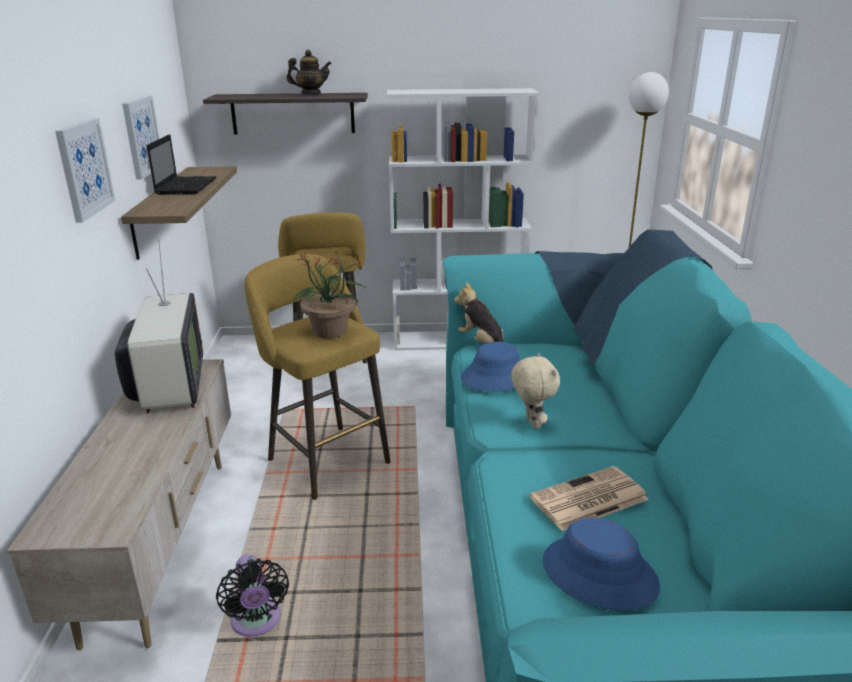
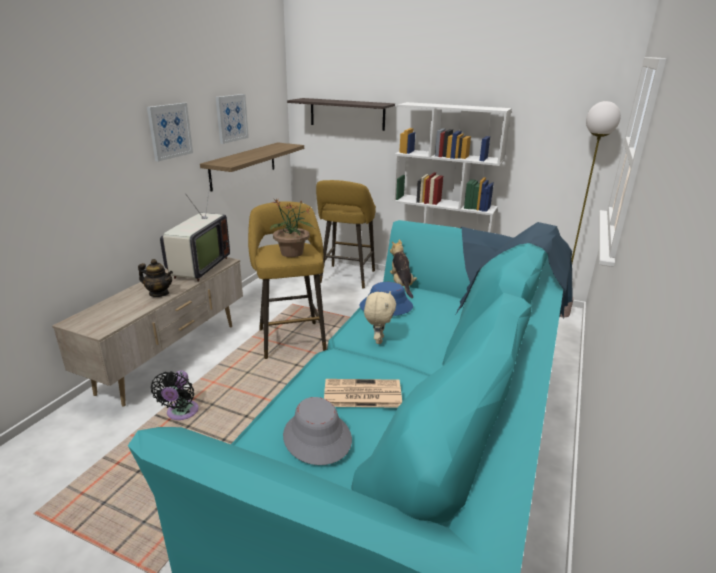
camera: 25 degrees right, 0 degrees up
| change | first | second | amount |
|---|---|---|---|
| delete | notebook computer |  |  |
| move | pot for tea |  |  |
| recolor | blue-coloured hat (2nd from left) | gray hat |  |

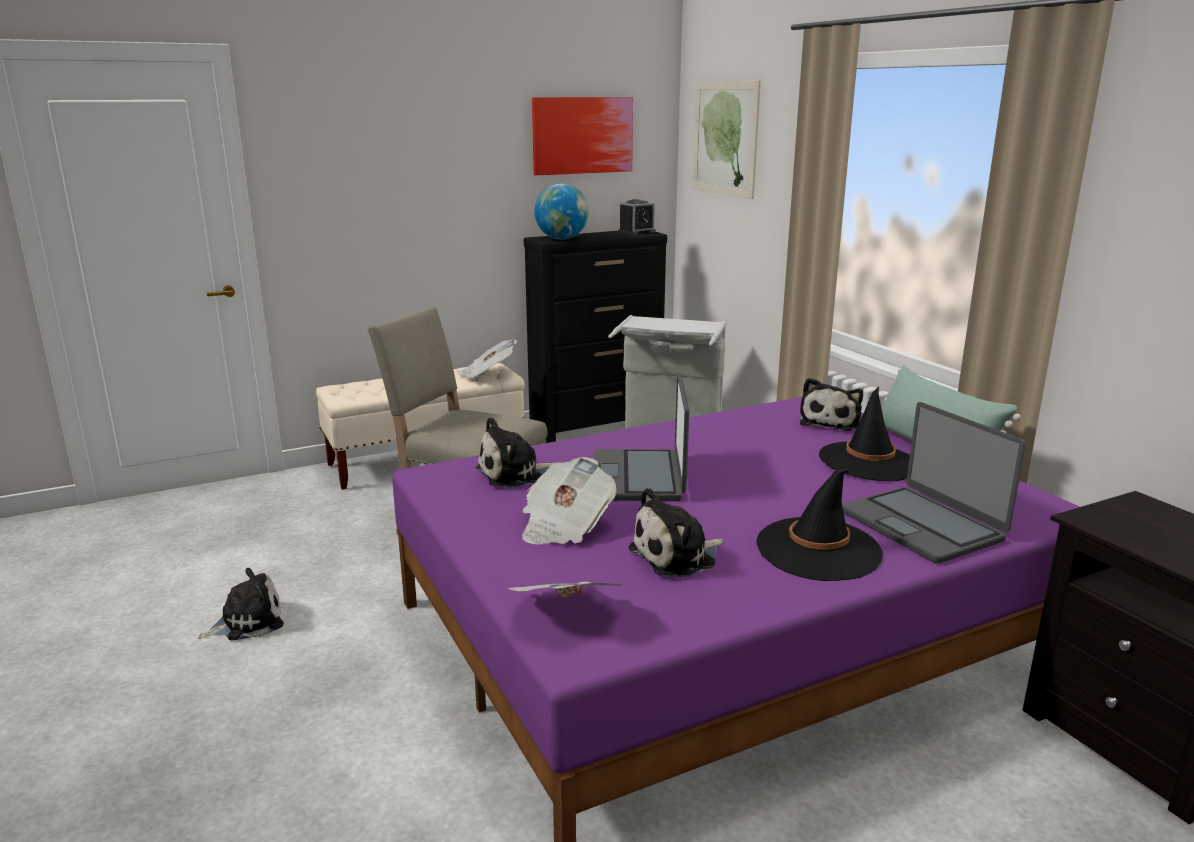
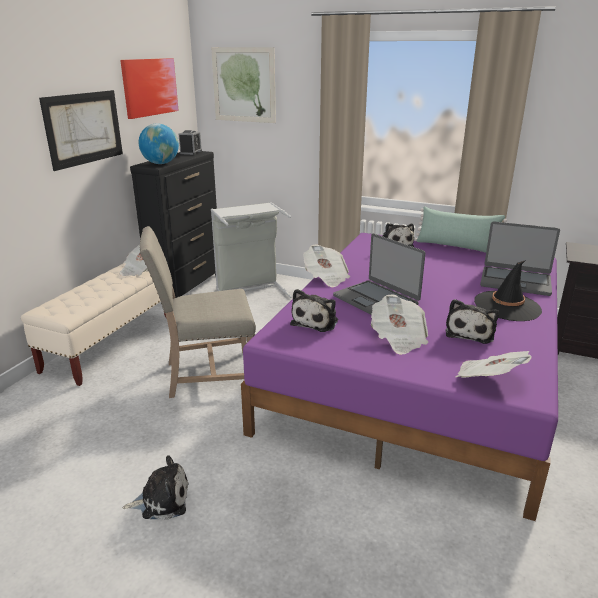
camera: 40 degrees left, 5 degrees up
| change | first | second | amount |
|---|---|---|---|
| delete | black-coloured hat (2nd from left) |  |  |
| insert |  | wall picture (1st from left) |  |
| insert |  | newspaper (2nd from left) |  |
| rotate | cuddly toy (1st from left) |  | 60 degrees clockwise |

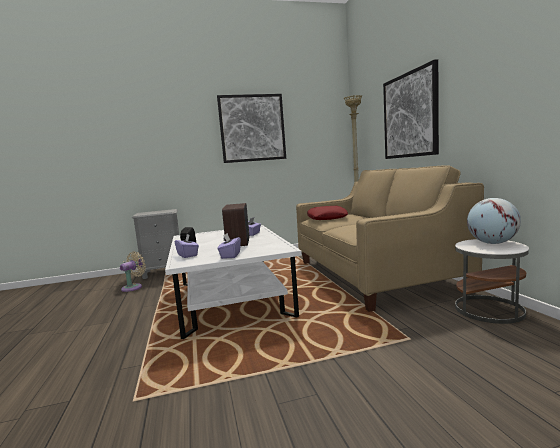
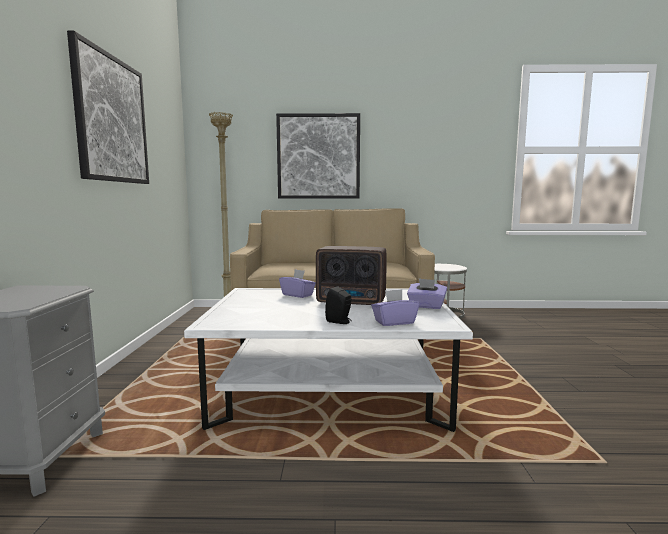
camera: 75 degrees left, 0 degrees up
| change | first | second | amount |
|---|---|---|---|
| delete | beige electric fan |  |  |
| delete | red-coloured pillow |  |  |
| delete | world globe |  |  |

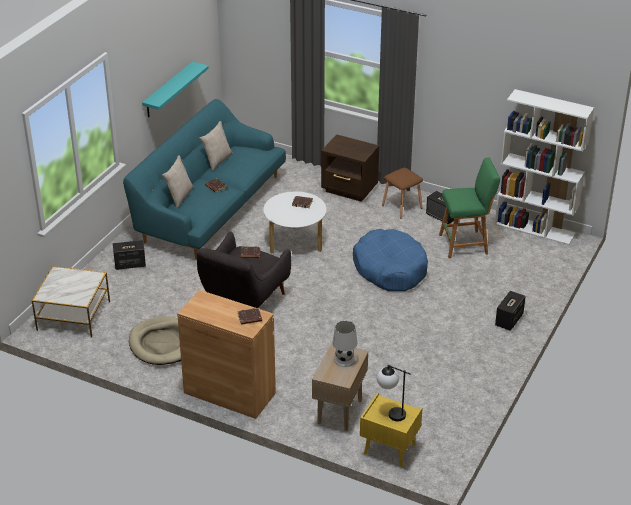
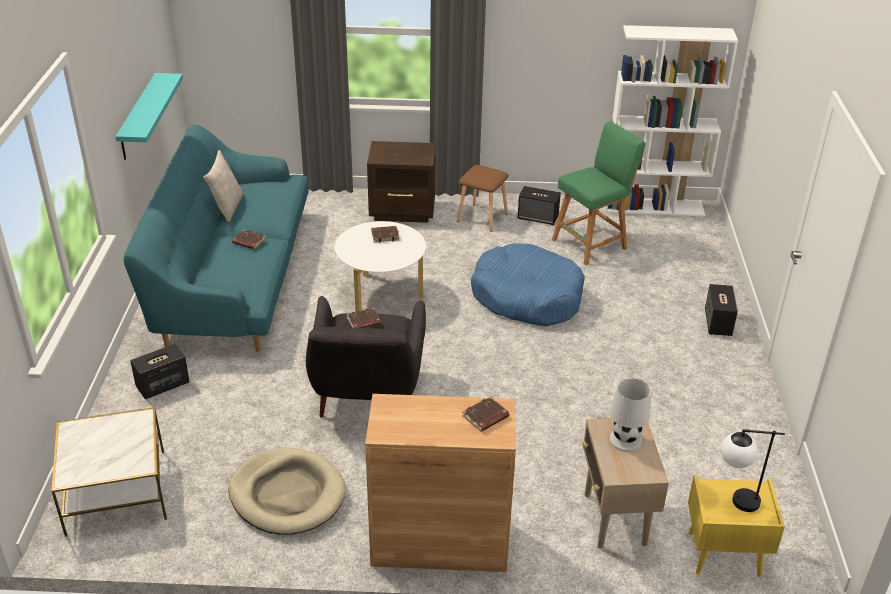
camera: 25 degrees left, 0 degrees up
| change | first | second | amount |
|---|---|---|---|
| delete | beige pillow (1st from left) |  |  |

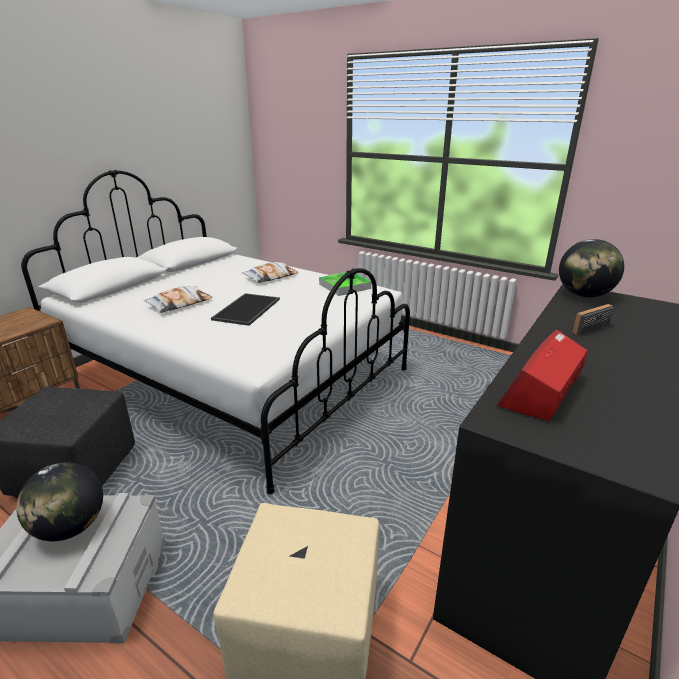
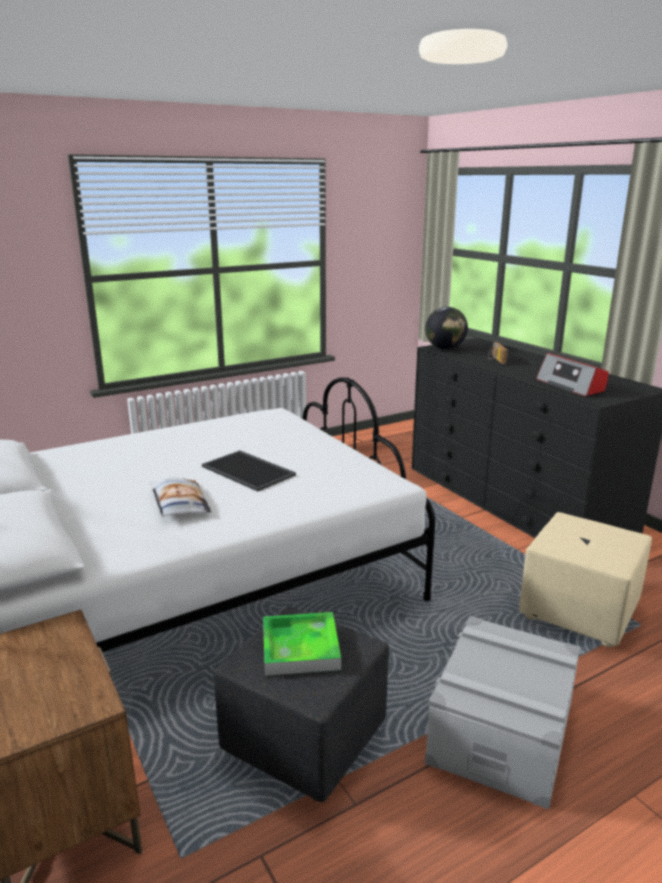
camera: 65 degrees left, 5 degrees down
| change | first | second | amount |
|---|---|---|---|
| delete | world globe (1st from left) |  |  |
| delete | pillow (2nd from left) |  |  |
| move | carrying tray (2nd from left) |  |  |

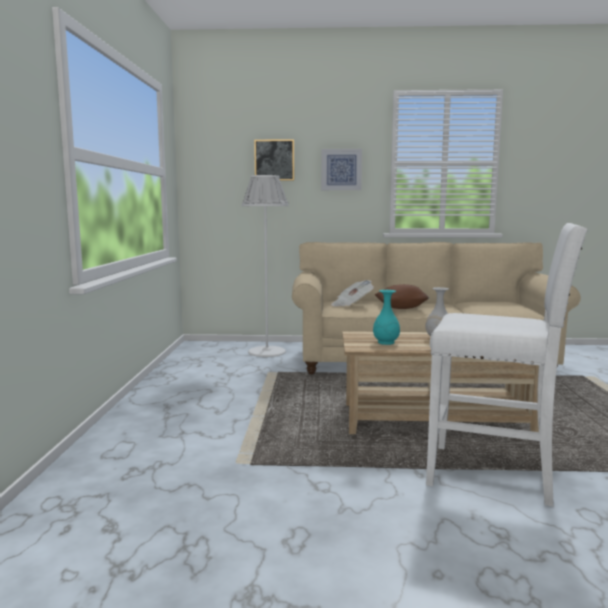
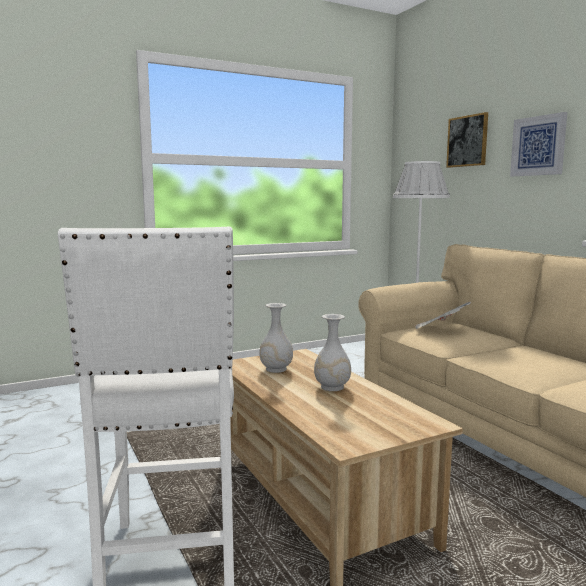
camera: 60 degrees right, 0 degrees up
| change | first | second | amount |
|---|---|---|---|
| delete | brown-coloured pillow |  |  |
| recolor | blue-green decorative vase | white-coloured decorative vase (1st from left) |  |

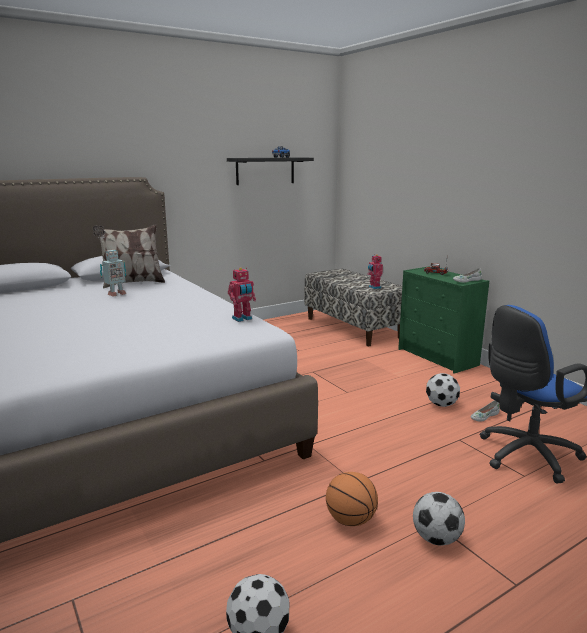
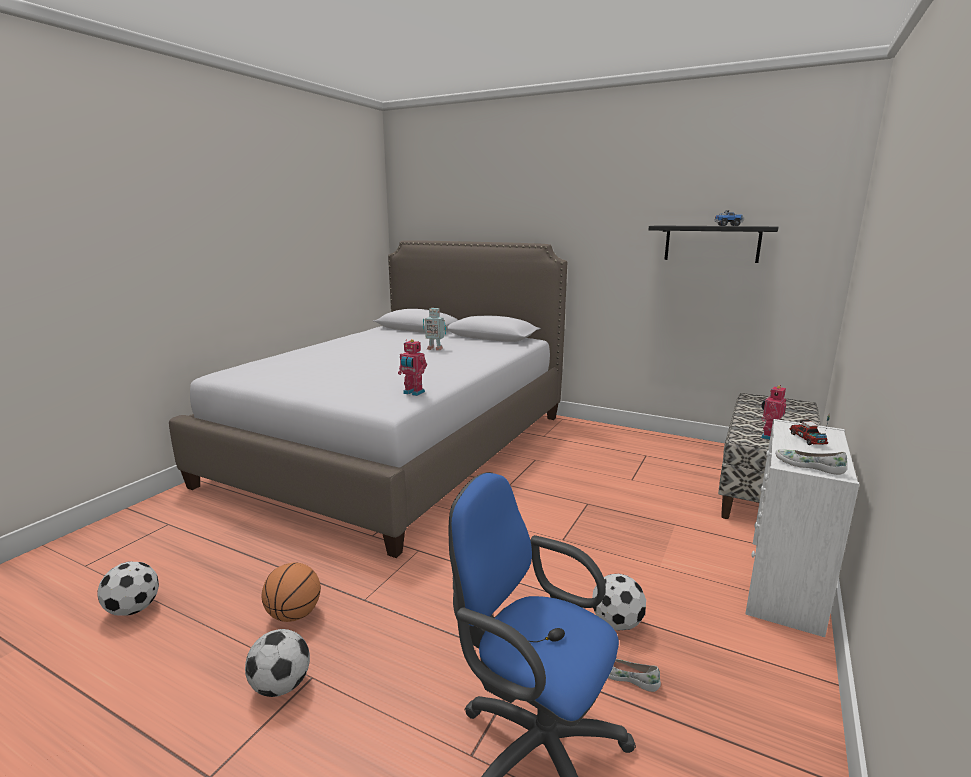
camera: 60 degrees right, 0 degrees up
| change | first | second | amount |
|---|---|---|---|
| delete | pillow |  |  |
| recolor | green chest of drawers | white-coloured chest of drawers |  |

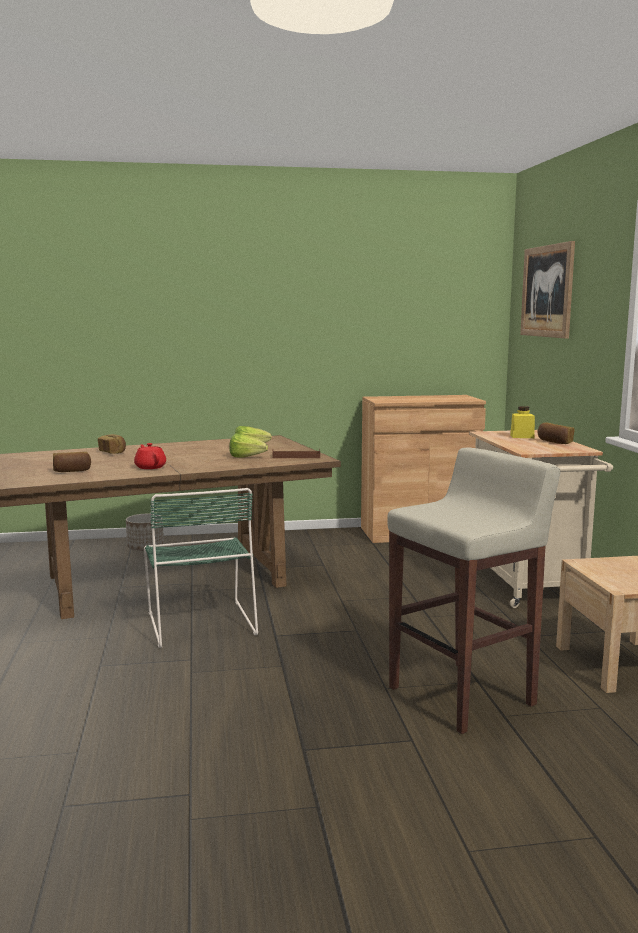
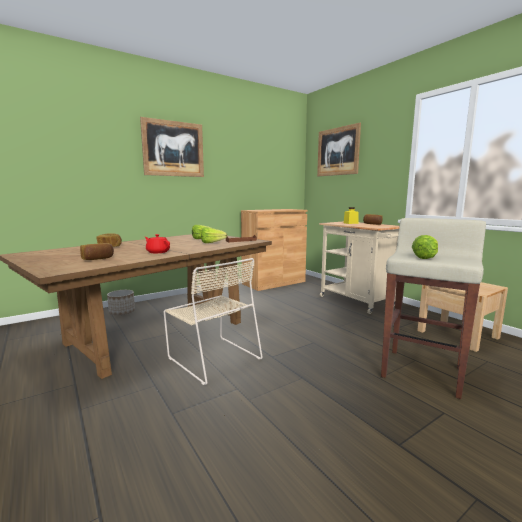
camera: 25 degrees left, 0 degrees up
| change | first | second | amount |
|---|---|---|---|
| insert |  | wall picture (1st from left) |  |
| insert |  | lettuce (3rd from left) |  |
| recolor | green plain chair | beige plain chair |  |

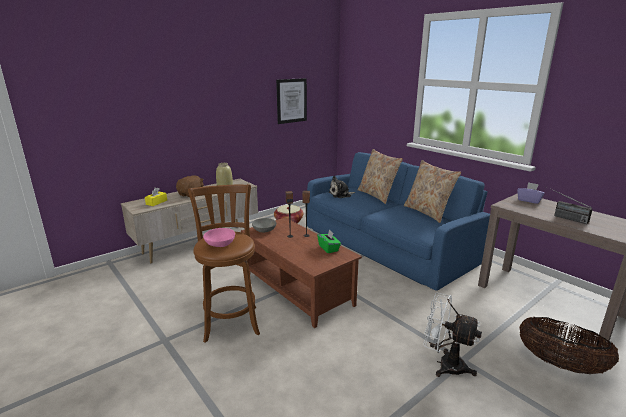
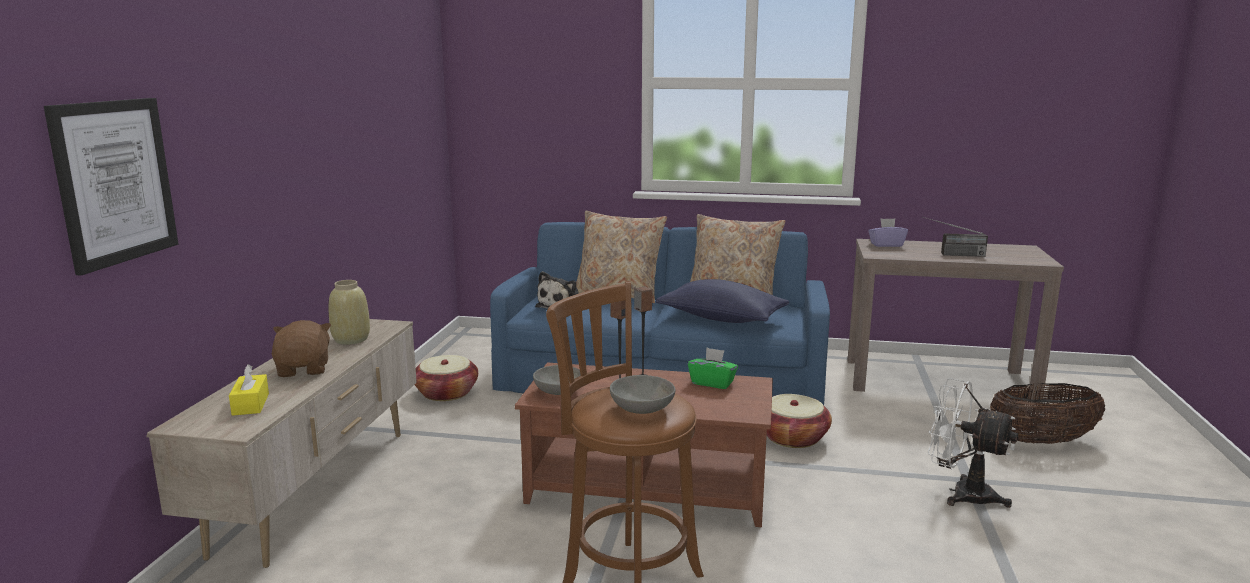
camera: 40 degrees left, 5 degrees down
| change | first | second | amount |
|---|---|---|---|
| insert |  | blue-coloured pillow |  |
| insert |  | household basket (2nd from left) |  |
| move | wall picture |  |  |
| recolor | pink-coloured deep dish | gray deep dish (2nd from left) |  |
| rotate | white-coloured electric fan |  | 45 degrees clockwise |

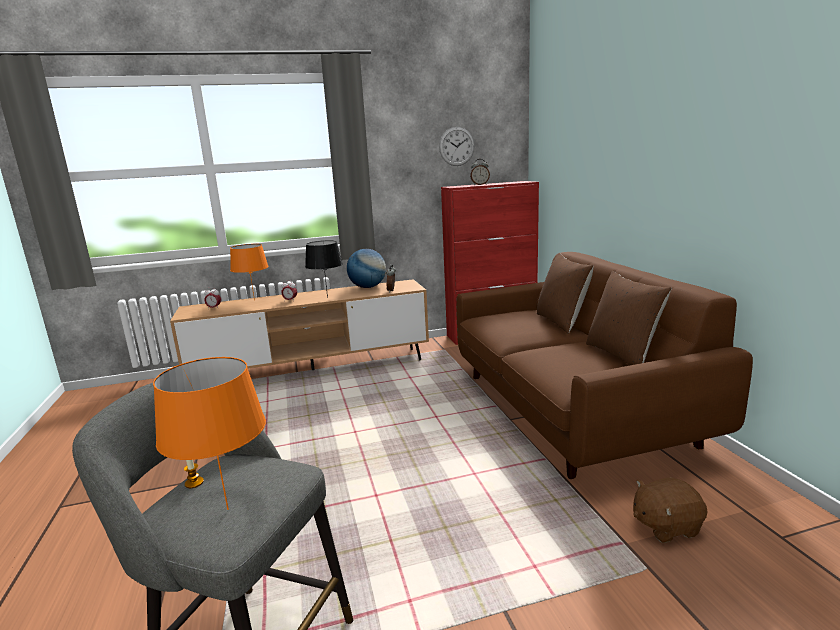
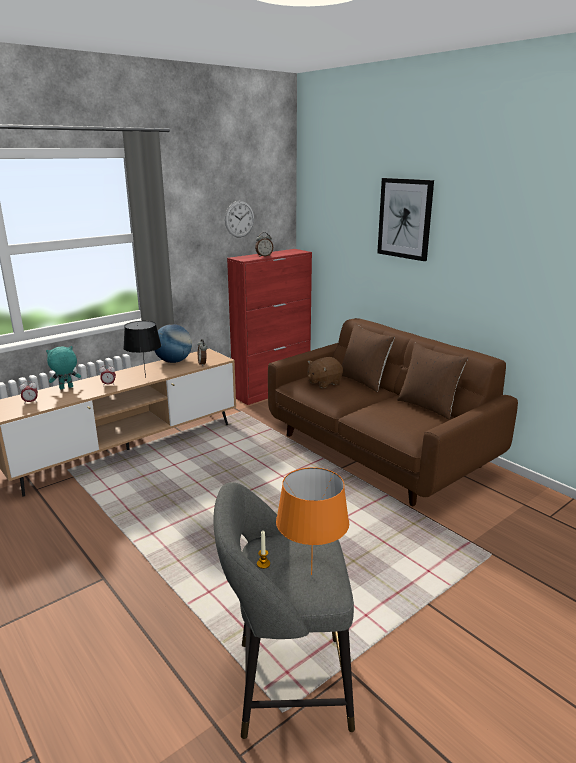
camera: 25 degrees left, 5 degrees up
| change | first | second | amount |
|---|---|---|---|
| insert |  | wall picture |  |
| move | brown-coloured cuddly toy |  |  |
| replace | orangey tabletop lamp (2nd from left) | blue-green cuddly toy |  |

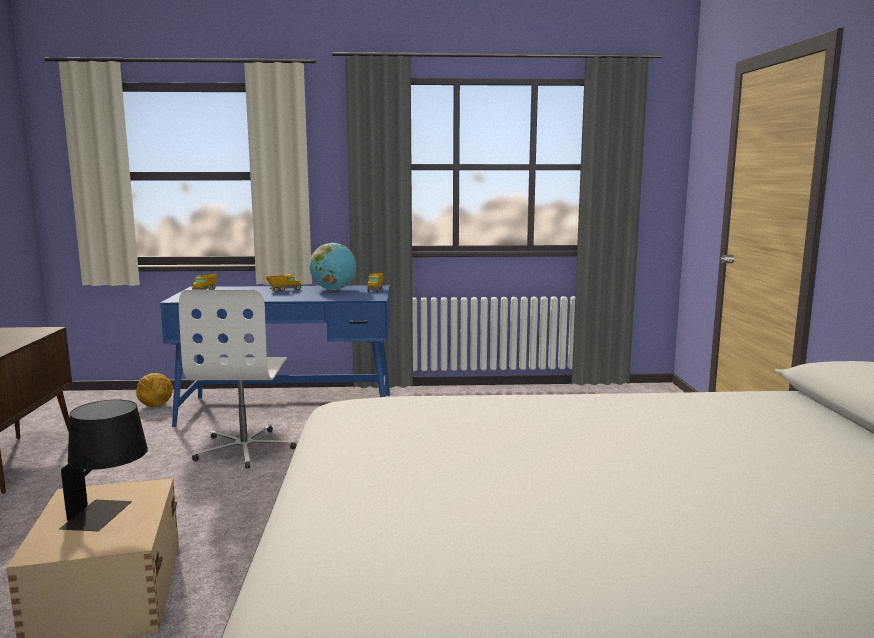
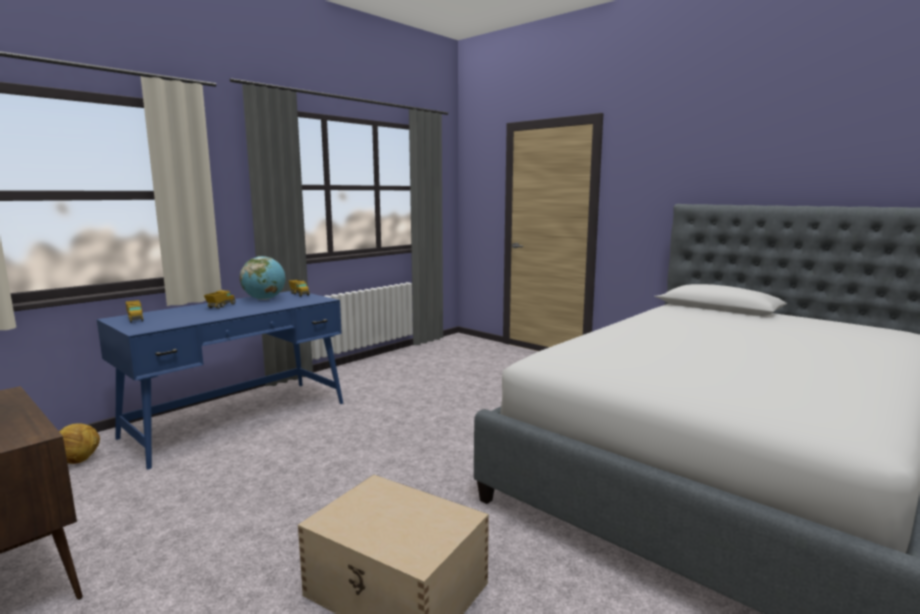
camera: 45 degrees left, 0 degrees up
| change | first | second | amount |
|---|---|---|---|
| delete | black-coloured tabletop lamp |  |  |
| delete | white-coloured computer chair |  |  |

